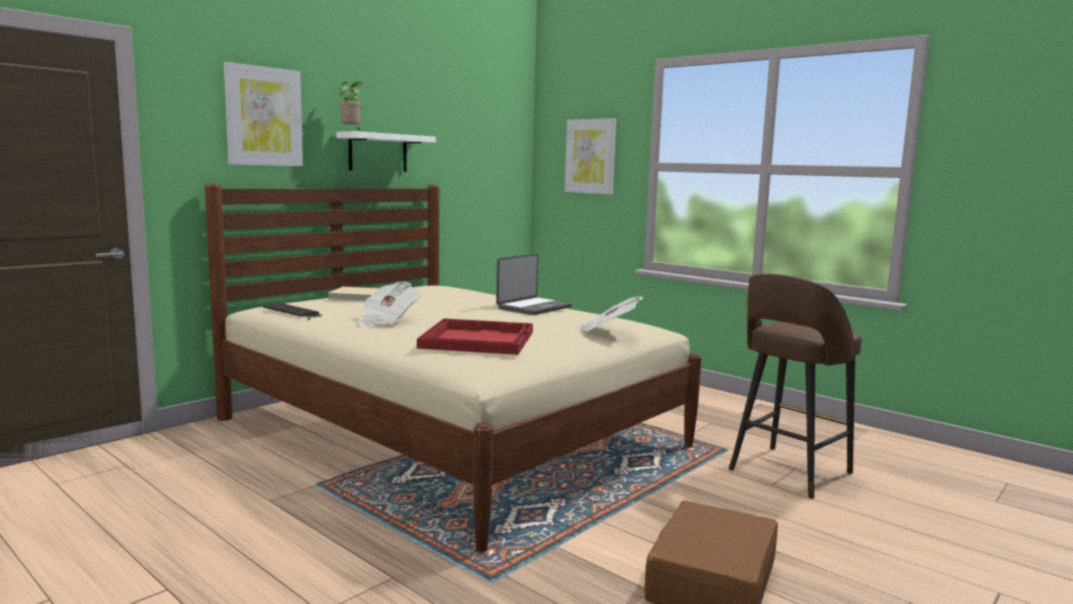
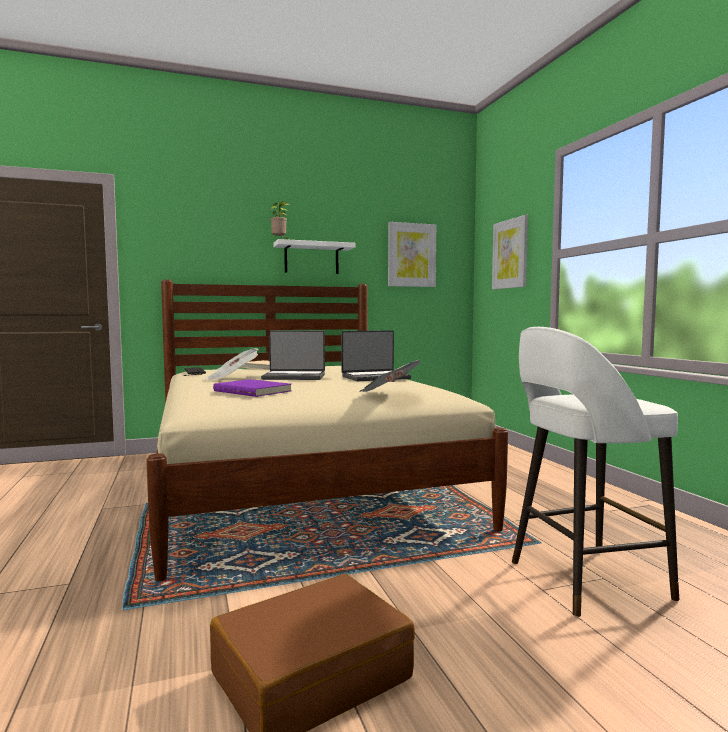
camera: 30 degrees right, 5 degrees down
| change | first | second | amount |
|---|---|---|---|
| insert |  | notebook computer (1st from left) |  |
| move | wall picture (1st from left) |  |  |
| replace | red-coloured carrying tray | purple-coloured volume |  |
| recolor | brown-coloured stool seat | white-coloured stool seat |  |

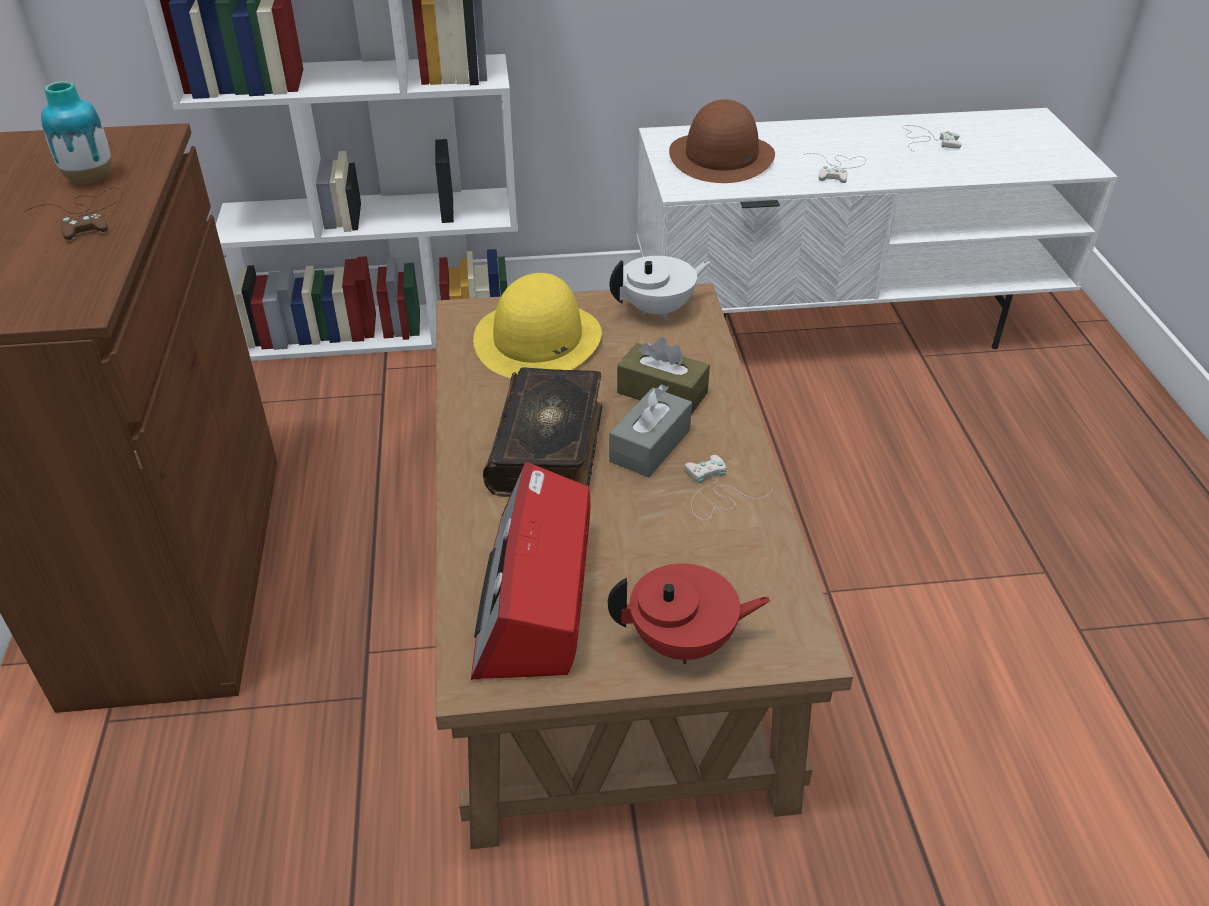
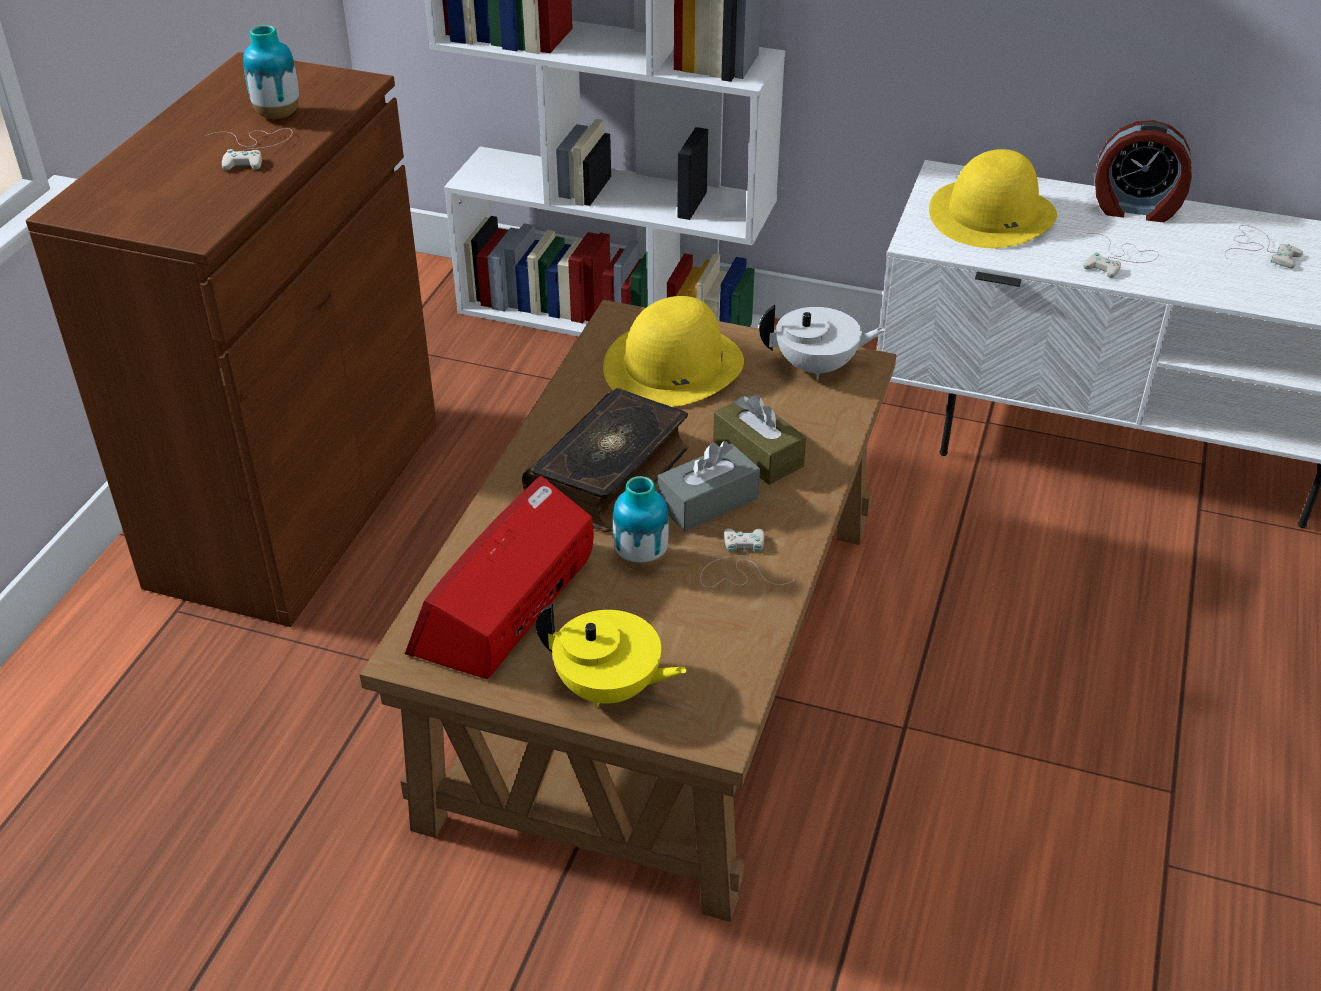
camera: 25 degrees right, 0 degrees up
| change | first | second | amount |
|---|---|---|---|
| insert |  | decorative vase (2nd from left) |  |
| insert |  | bedside clock |  |
| recolor | brown-coloured gamepad | white-coloured gamepad (1st from left) |  |
| recolor | red-coloured pot for tea | yellow-coloured pot for tea |  |
| recolor | brown-coloured hat | yellow-coloured hat (2nd from left) |  |

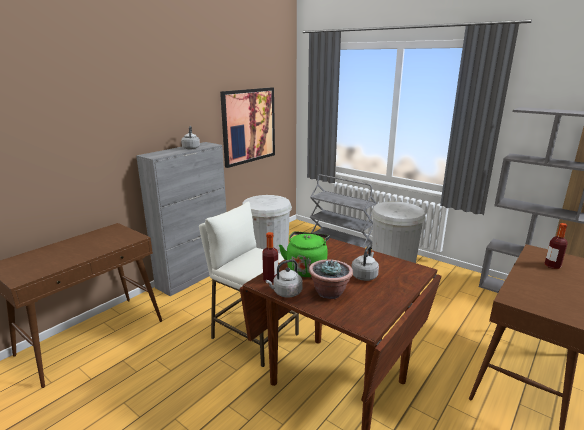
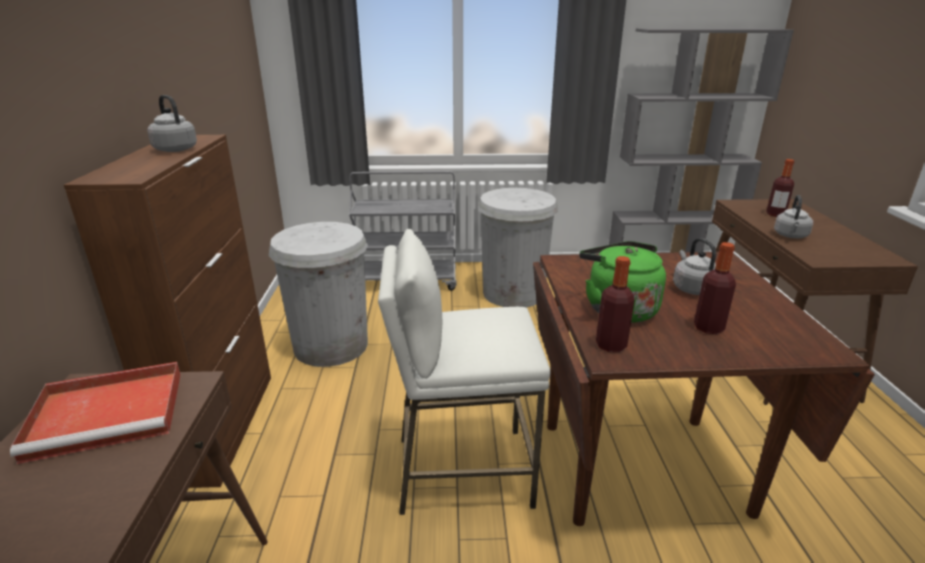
camera: 40 degrees left, 5 degrees up
| change | first | second | amount |
|---|---|---|---|
| delete | wall picture |  |  |
| insert |  | red-coloured carrying tray |  |
| move | gray tea kettle (2nd from left in the first image) | gray tea kettle (3rd from left) |  |
| replace | potted plant | beverage bottle (2nd from left) |  |
| recolor | gray storage cabinet | brown-coloured storage cabinet |  |

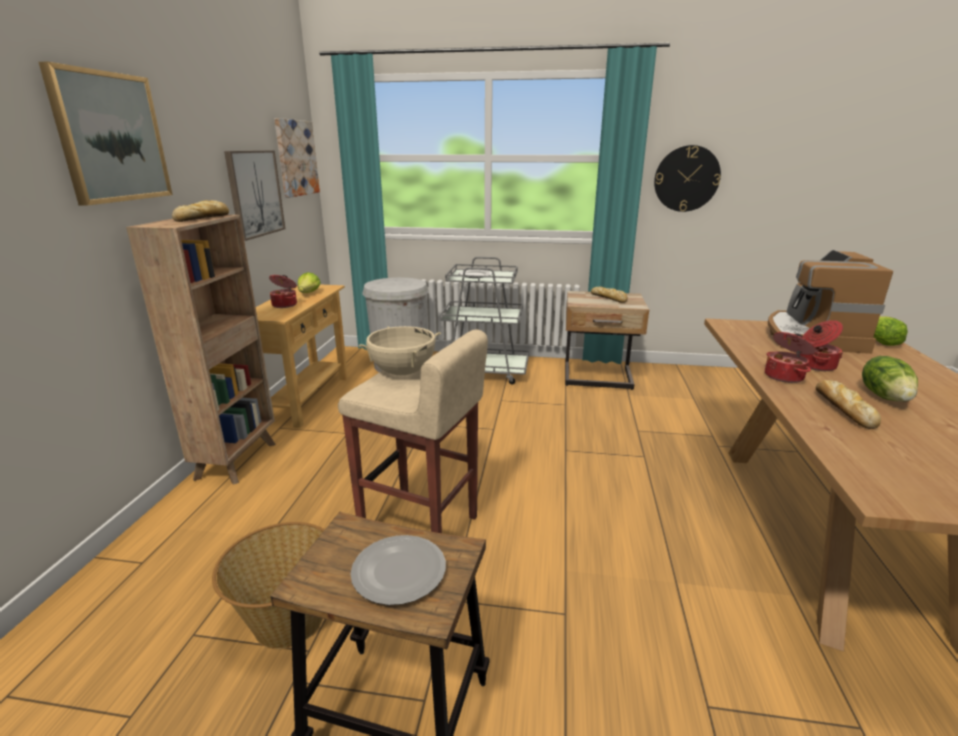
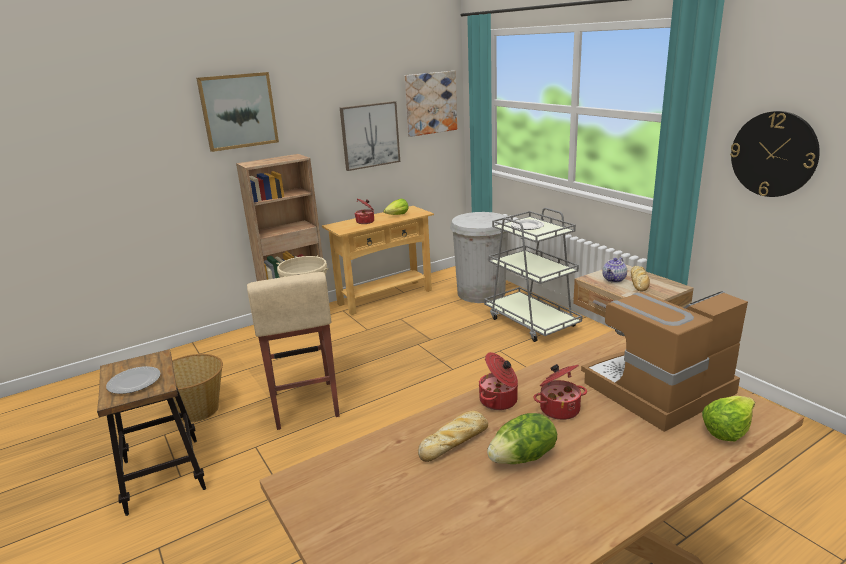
camera: 50 degrees right, 0 degrees up
| change | first | second | amount |
|---|---|---|---|
| delete | baked bread (1st from left) |  |  |
| insert |  | pot for tea |  |

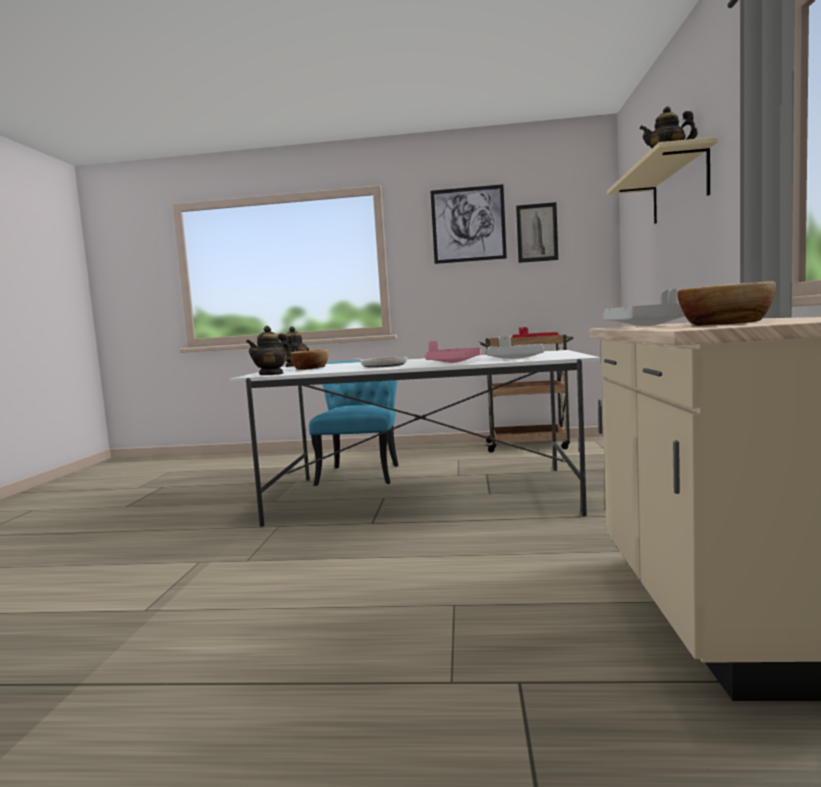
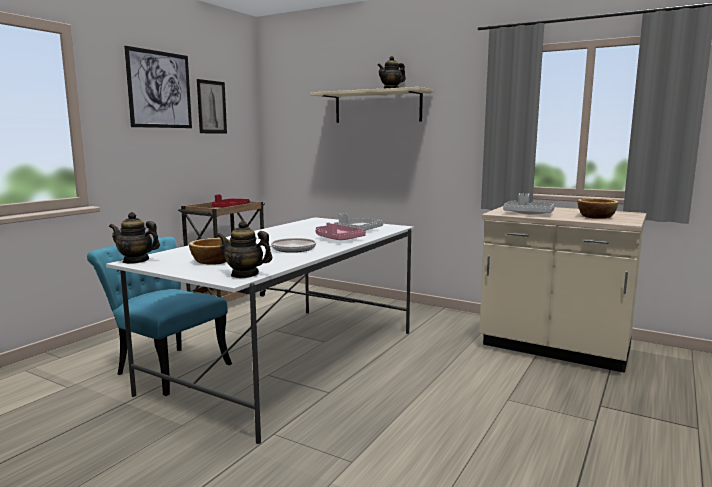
camera: 65 degrees left, 5 degrees up
| change | first | second | amount |
|---|---|---|---|
| rotate | pot for tea (1st from left in the first image) | pot for tea (2nd from left) | 135 degrees clockwise |

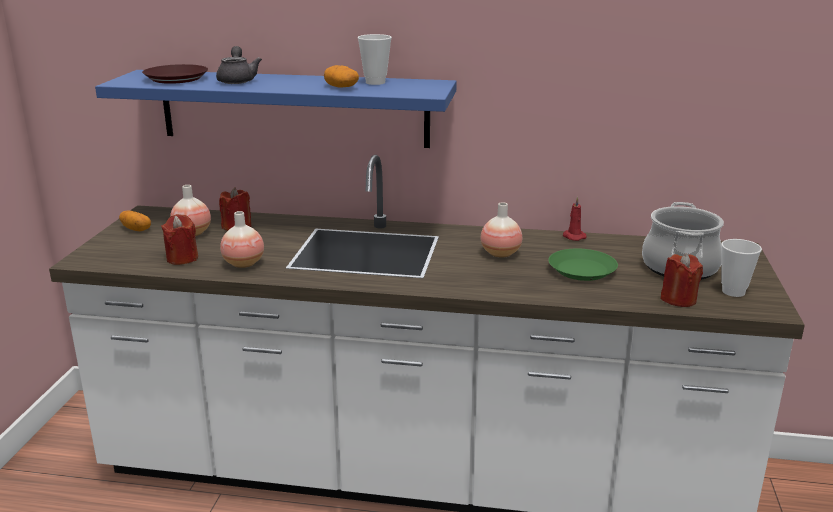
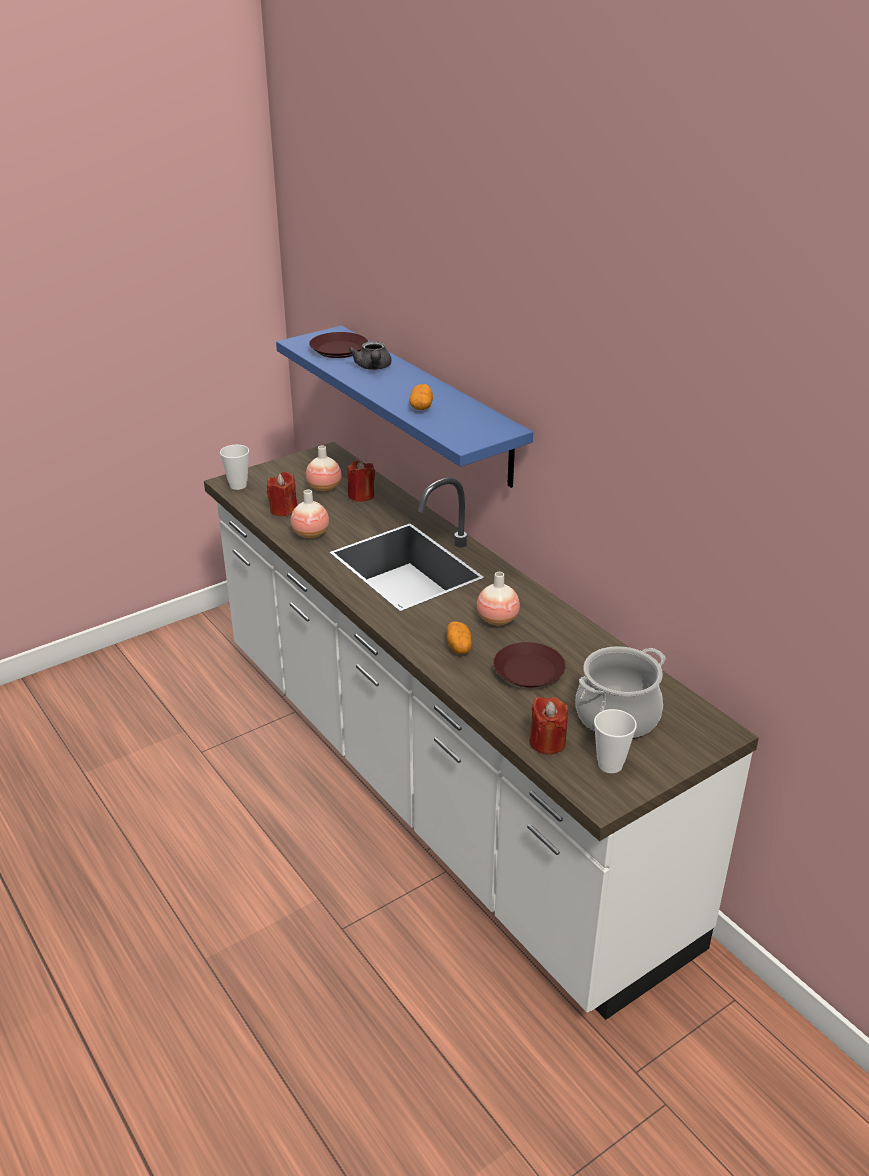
camera: 45 degrees right, 10 degrees up
| change | first | second | amount |
|---|---|---|---|
| delete | red-coloured wax light (3rd from left) |  |  |
| move | spud (1st from left in the first image) | spud (2nd from left) |  |
| move | small cup (1st from left) |  |  |
| recolor | green dinner plate | brown-coloured dinner plate (2nd from left) |  |
| rotate | gray pot for tea |  | 135 degrees clockwise |

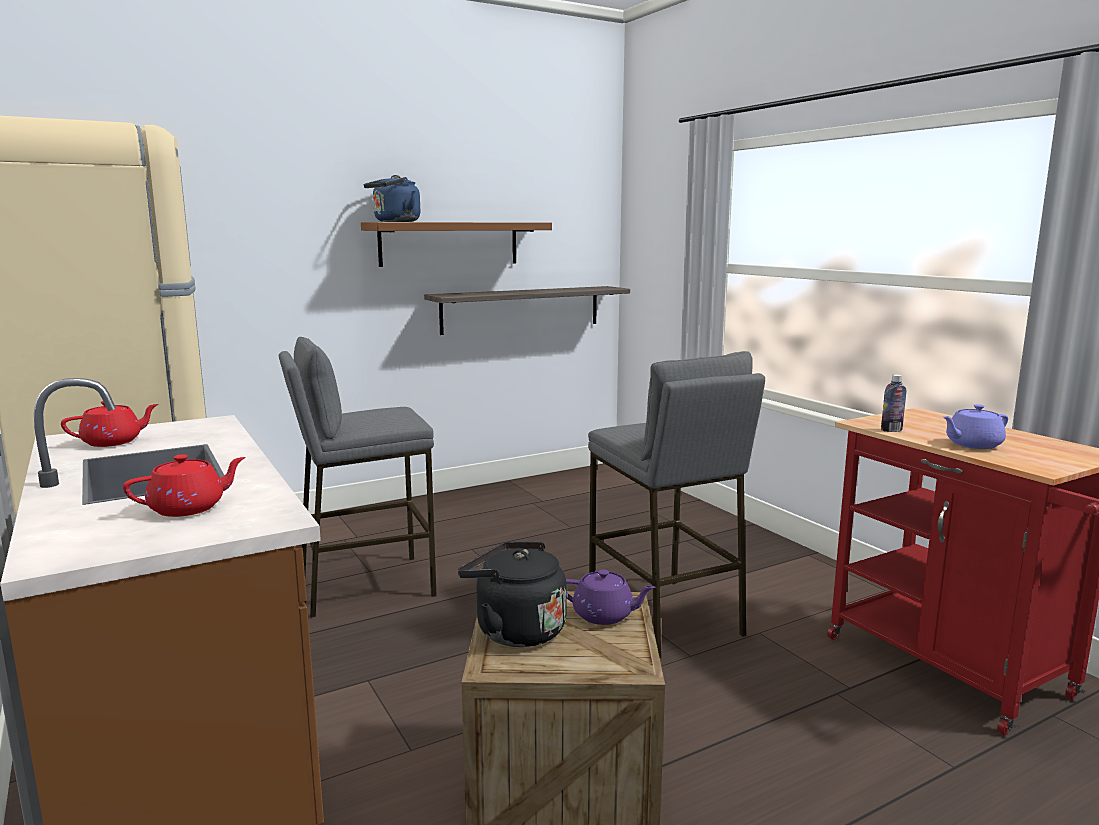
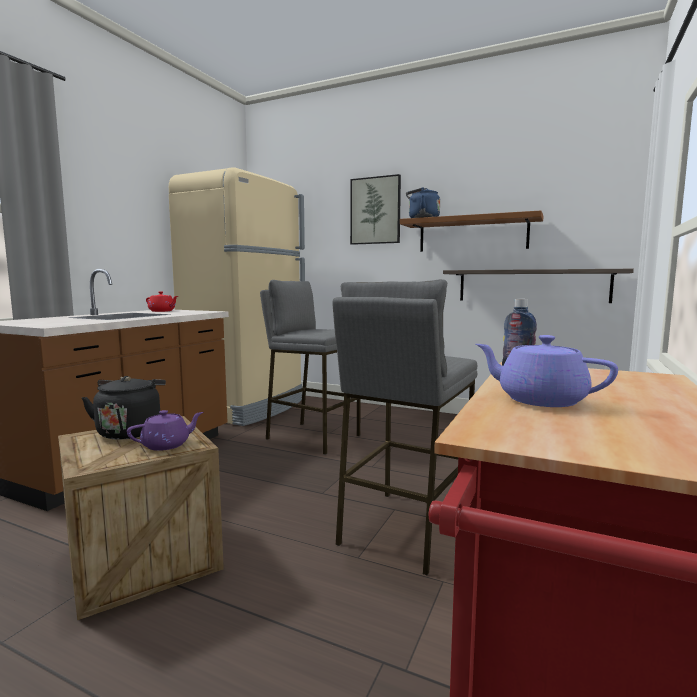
camera: 55 degrees right, 5 degrees down
| change | first | second | amount |
|---|---|---|---|
| delete | red-coloured pot for tea (2nd from left) |  |  |
| insert |  | wall picture |  |
| rotate | purple-coloured pot for tea (1st from left) |  | 105 degrees counterclockwise |

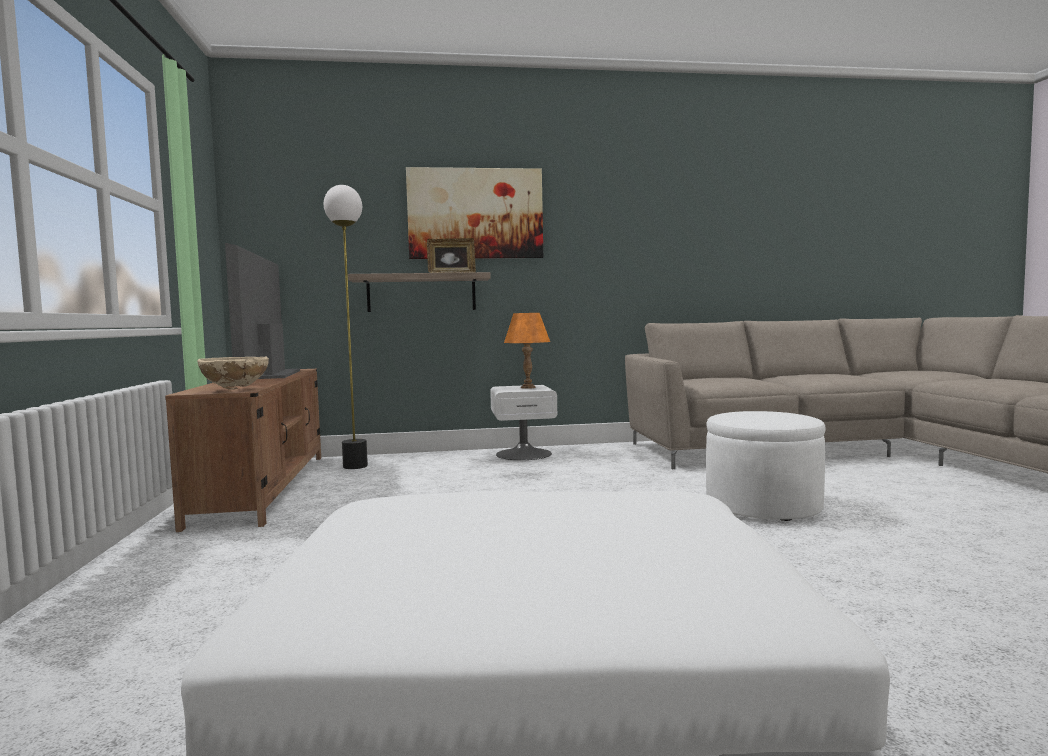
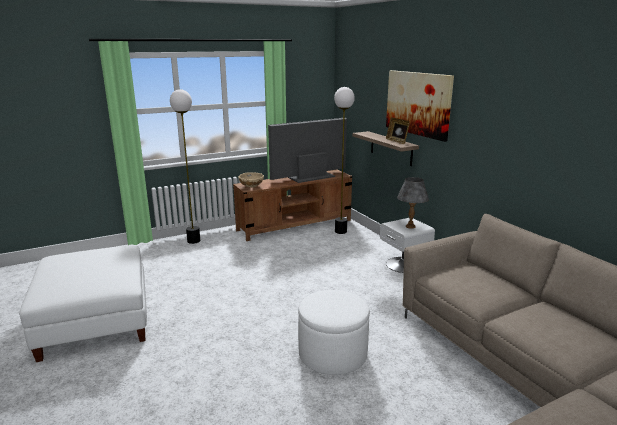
camera: 70 degrees right, 15 degrees up
| change | first | second | amount |
|---|---|---|---|
| insert |  | floor lamp (1st from left) |  |
| recolor | orangey tabletop lamp | gray tabletop lamp |  |

